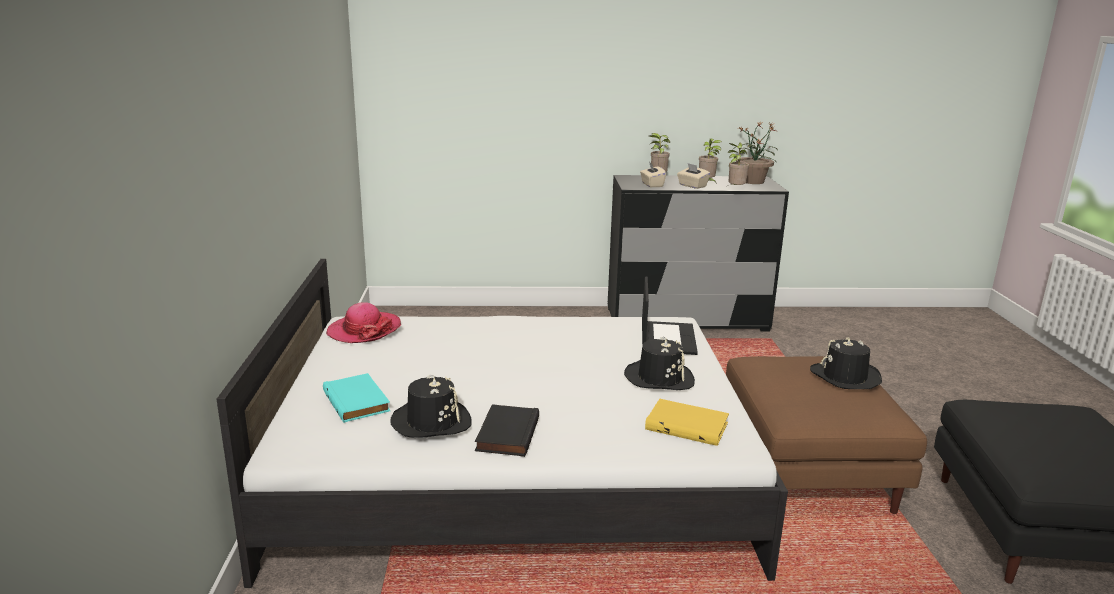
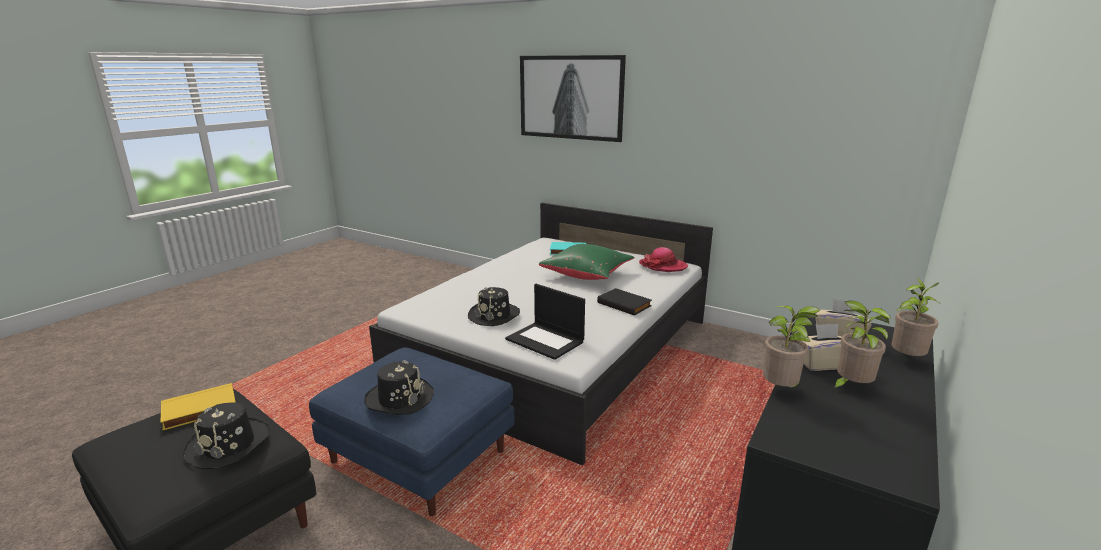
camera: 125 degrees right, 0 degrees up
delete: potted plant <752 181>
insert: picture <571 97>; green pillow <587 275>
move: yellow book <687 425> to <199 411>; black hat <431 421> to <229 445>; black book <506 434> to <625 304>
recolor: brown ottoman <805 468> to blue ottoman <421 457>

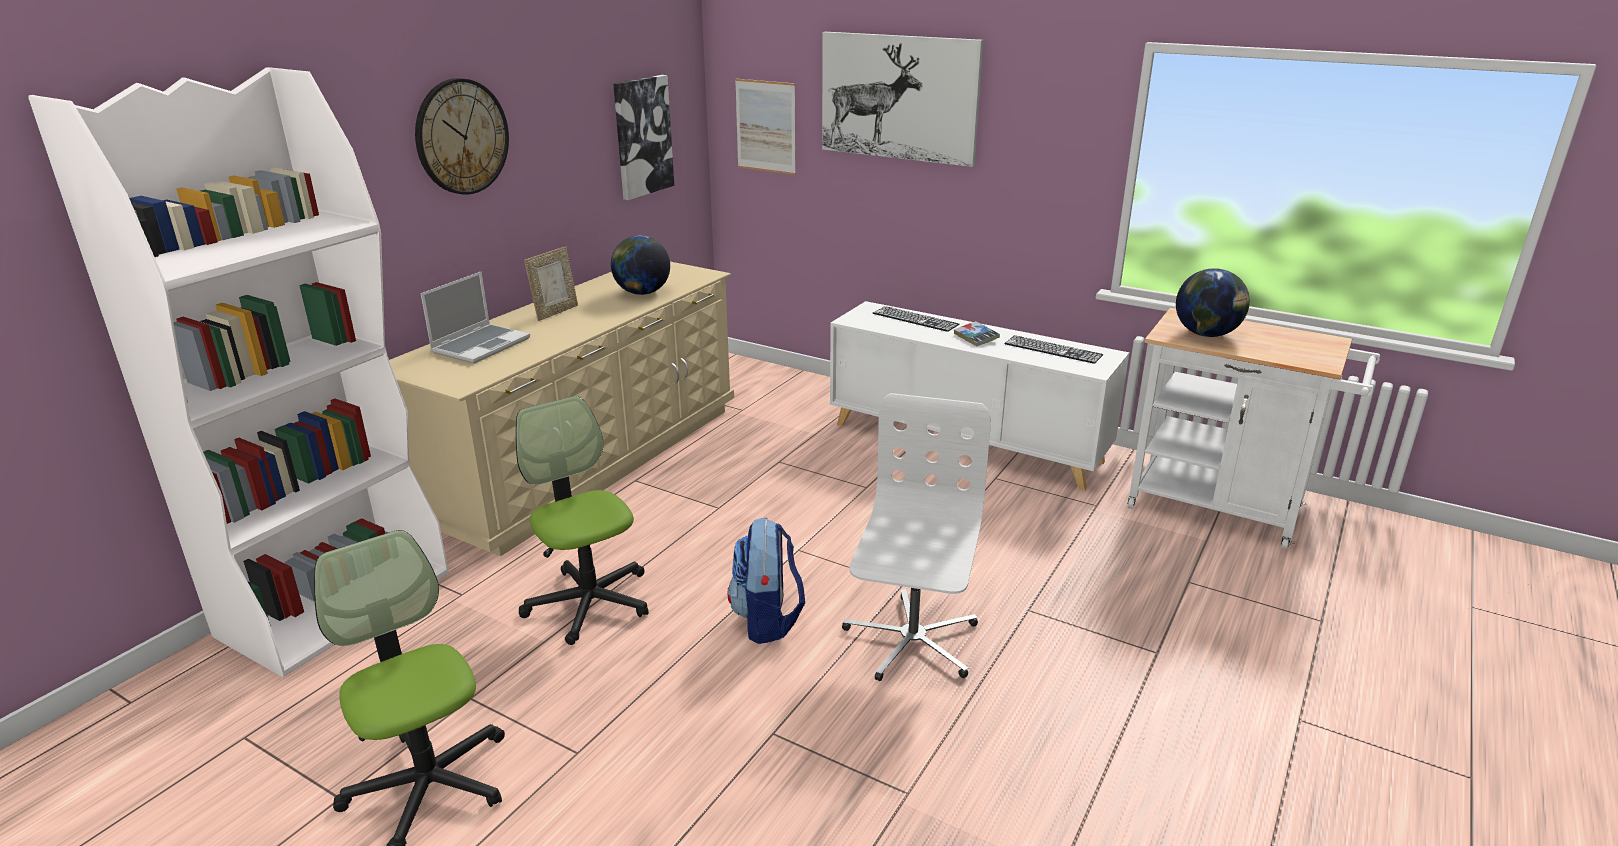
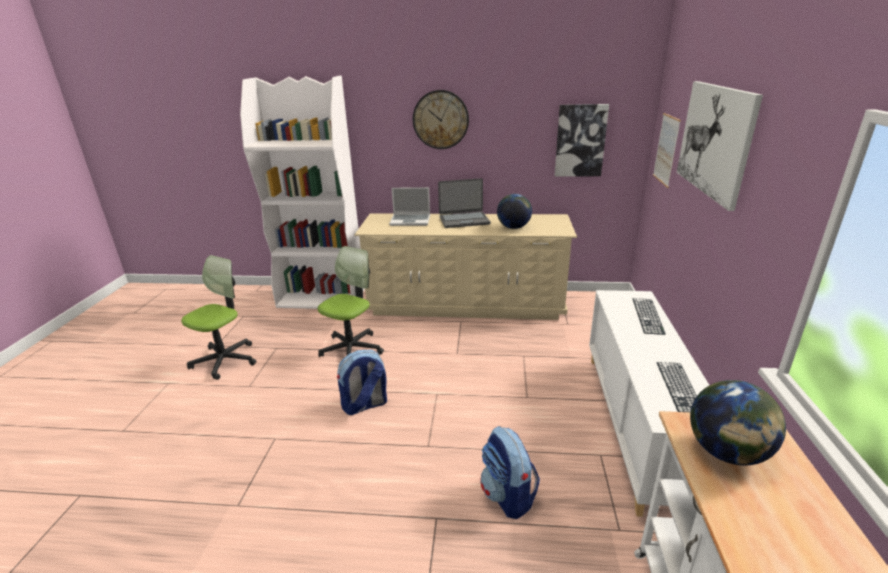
camera: 65 degrees right, 0 degrees up
delete: white office chair <911 640>; book <976 338>
insert: backpack <508 496>
replace: picture frame <555 312> to laptop <464 220>

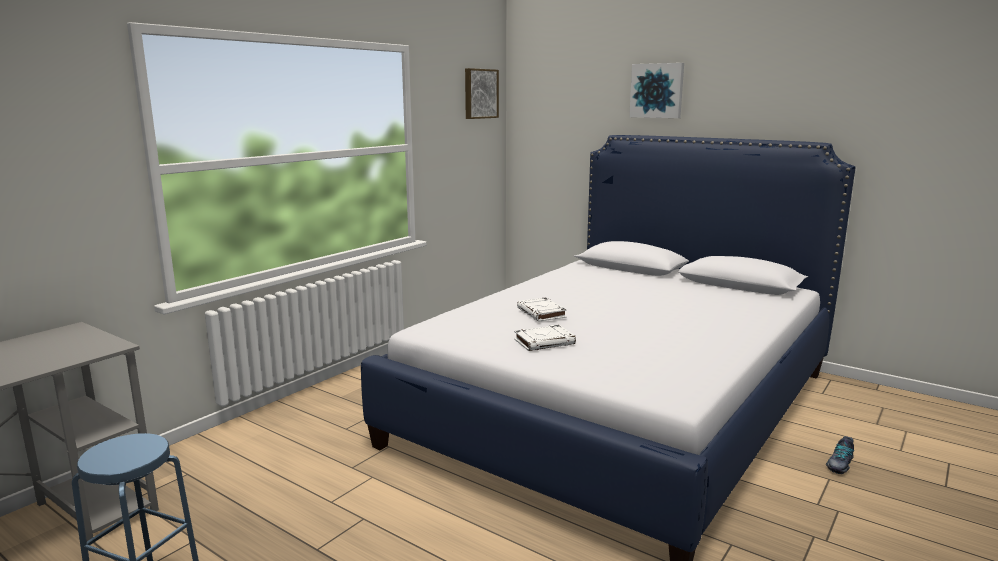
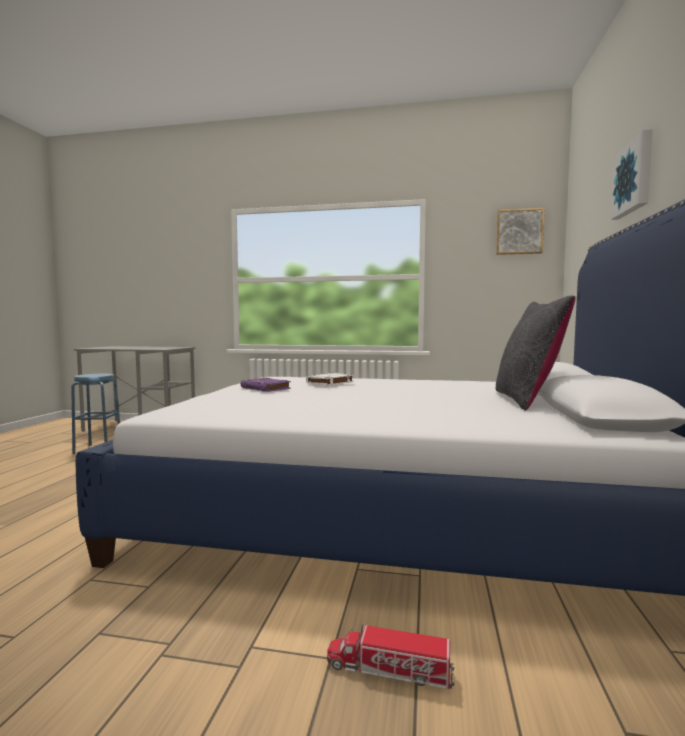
camera: 65 degrees right, 10 degrees down
insert: black pillow <527 400>
replace: shoe <839 464> to toy truck <389 670>
recolor: white book <545 342> to purple book <266 388>

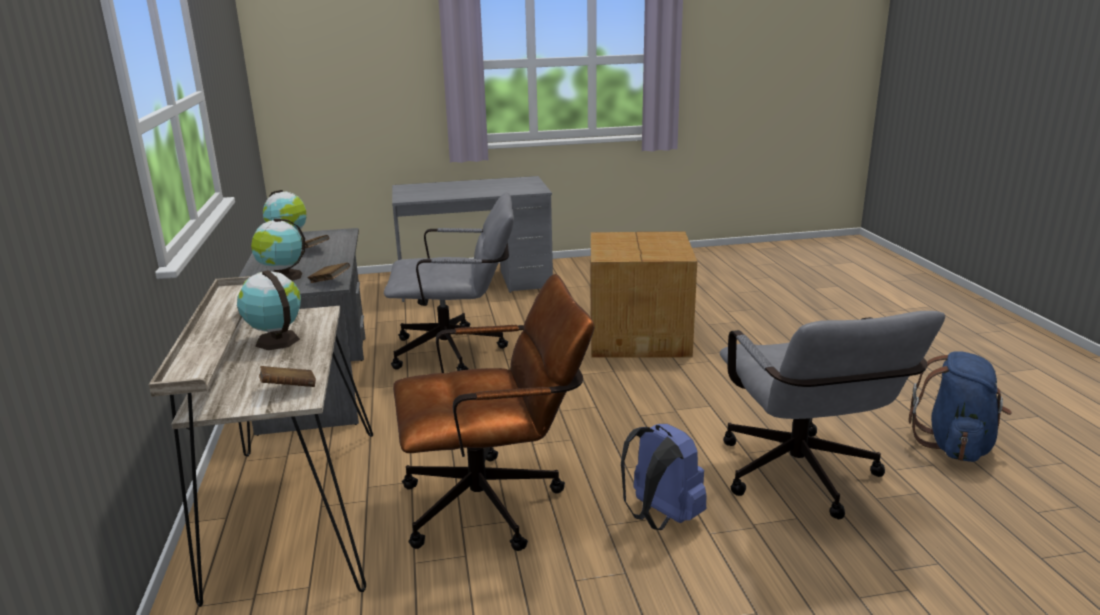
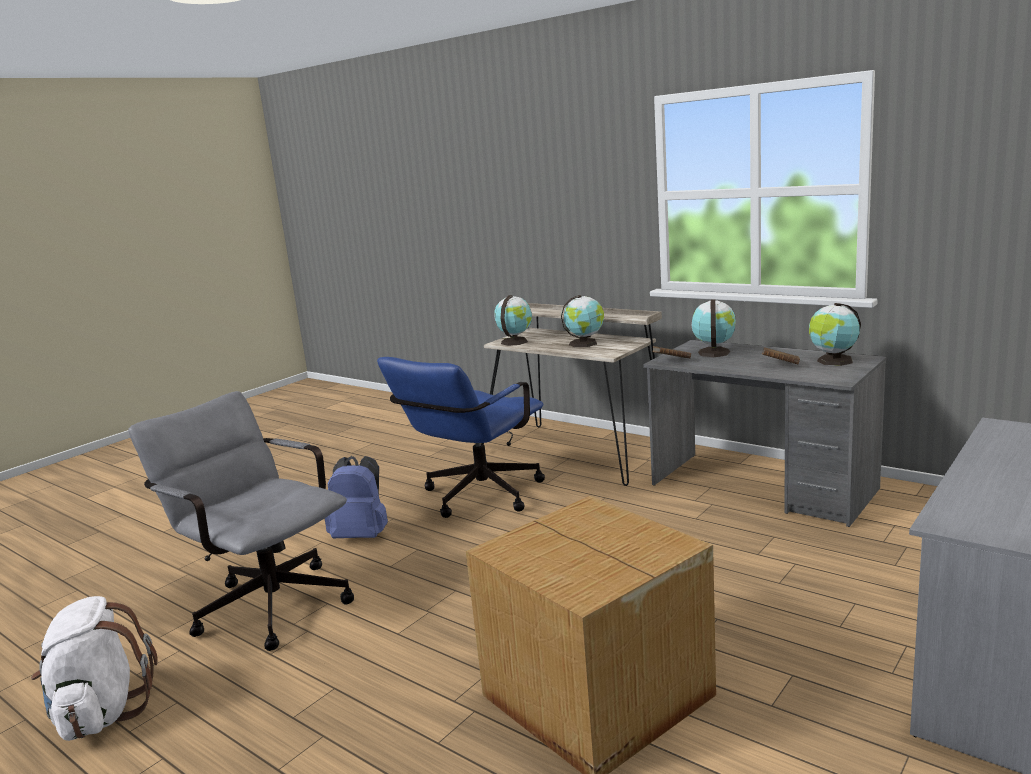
camera: 140 degrees right, 5 degrees down
delete: grey office chair <458 351>
replace: brown book <289 389> to globe <515 341>
recolor: blue backpack <955 445> to white backpack <102 713>; brown office chair <496 503> to blue office chair <475 498>

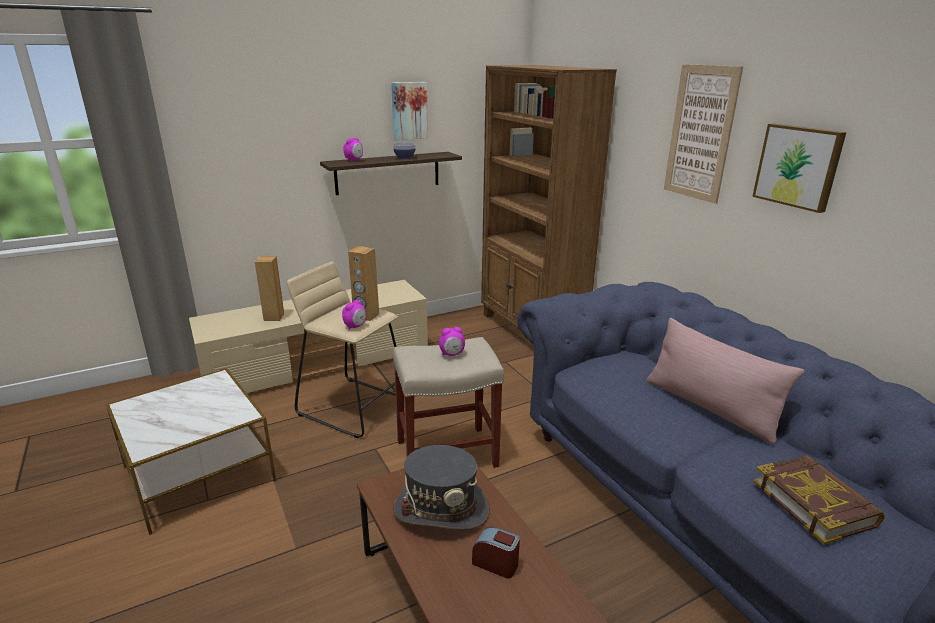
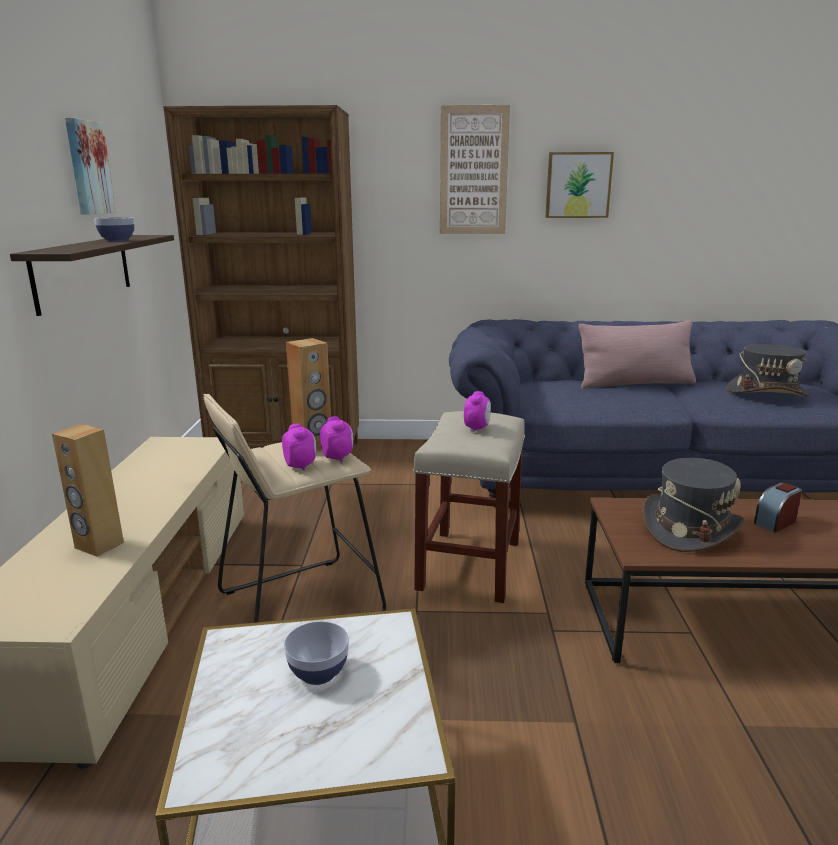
camera: 60 degrees left, 5 degrees down
insert: bowl <318 672>
move: alarm clock <354 160> to <301 465>
replace: book <814 503> to grey hat <766 392>

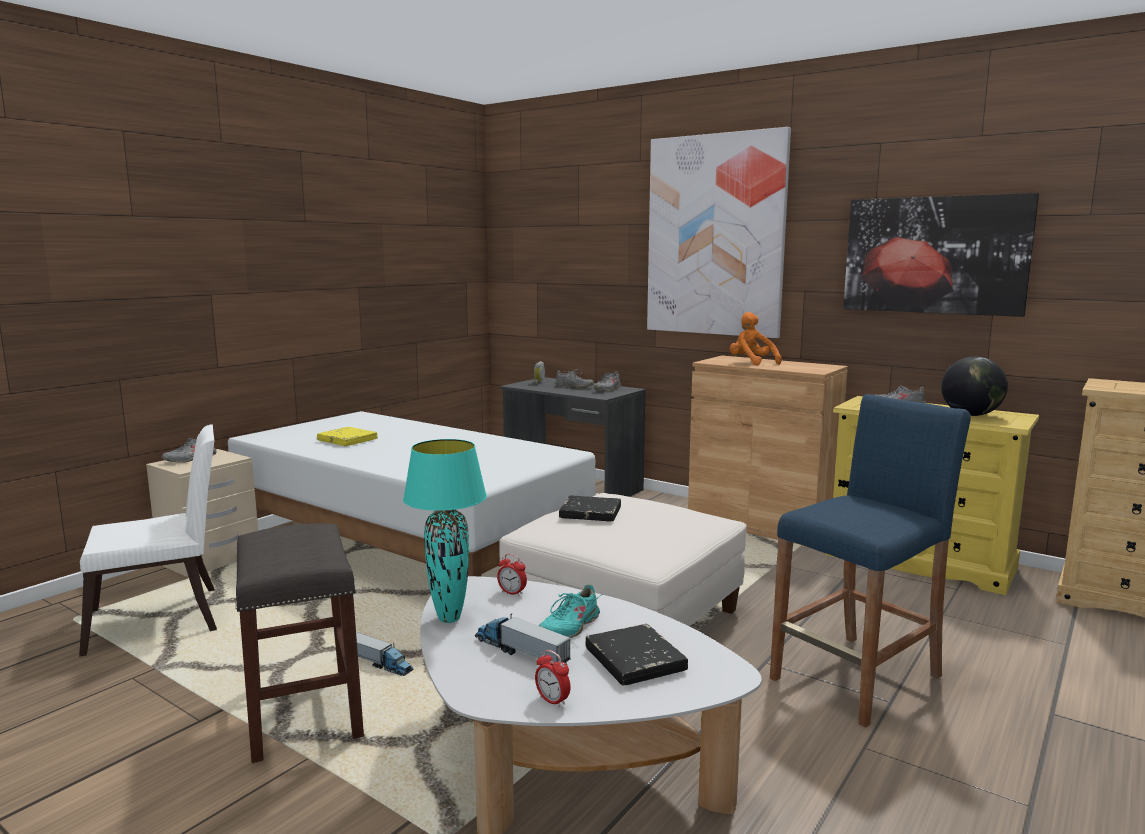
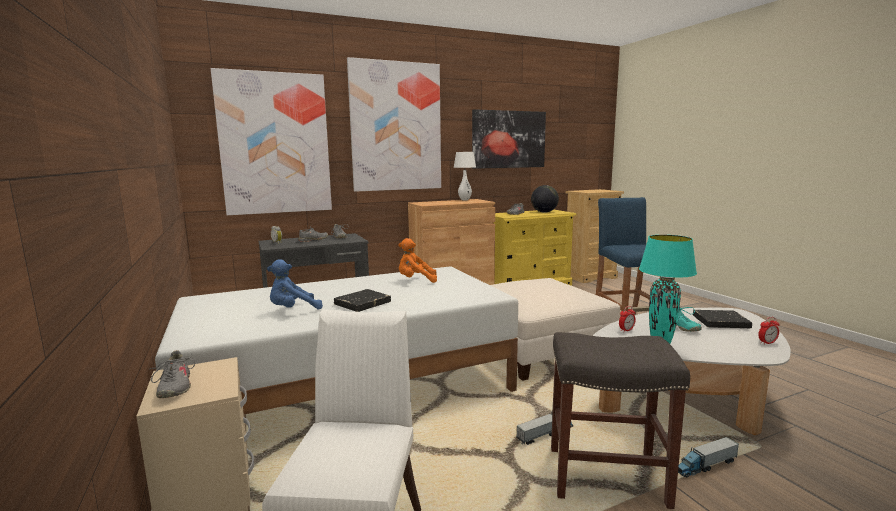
camera: 60 degrees left, 0 degrees up
insert: picture <275 144>; white table lamp <464 200>
move: black book <590 513> to <362 304>; orange plush toy <751 363> to <415 281>; toy truck <521 652> to <705 465>
replace: yellow book <347 440> to blue plush toy <293 310>

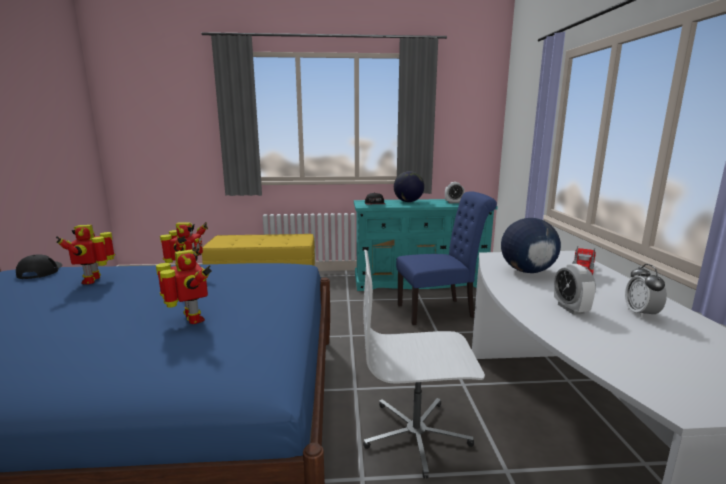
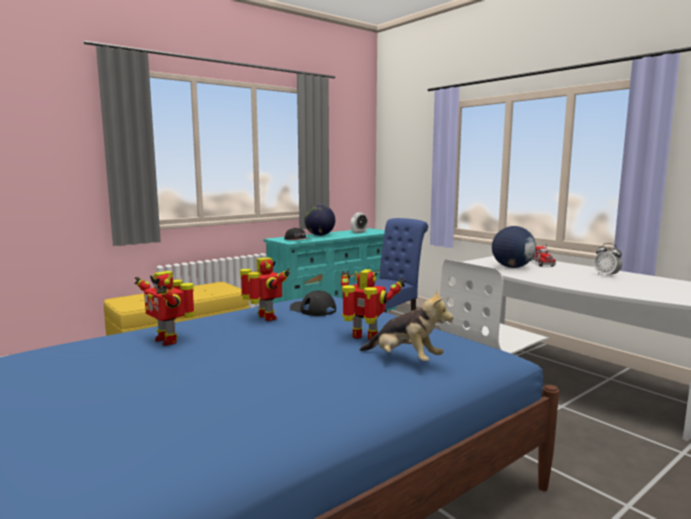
camera: 35 degrees left, 5 degrees down
delete: alarm clock <570 309>
insert: plush toy <404 360>
move: black cap <40 271> to <313 309>

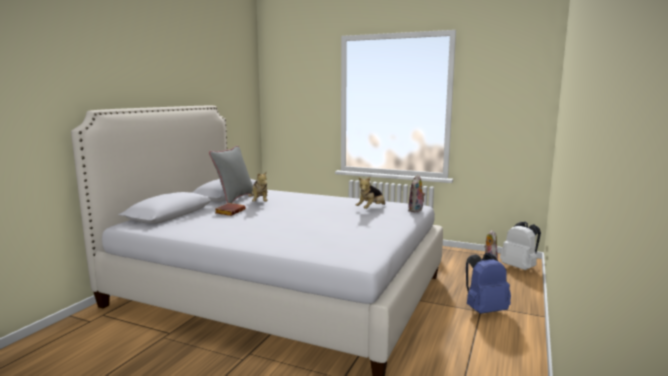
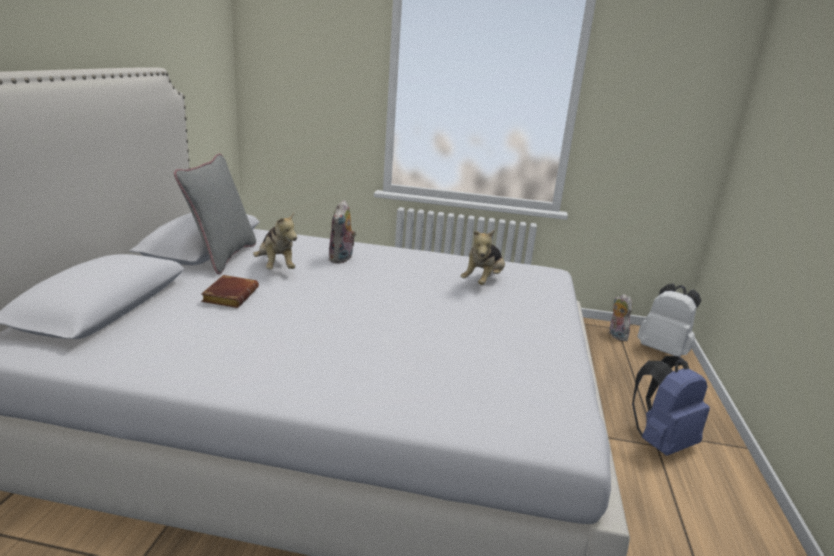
camera: 15 degrees left, 10 degrees up
move: plush toy <416 210> to <342 259>

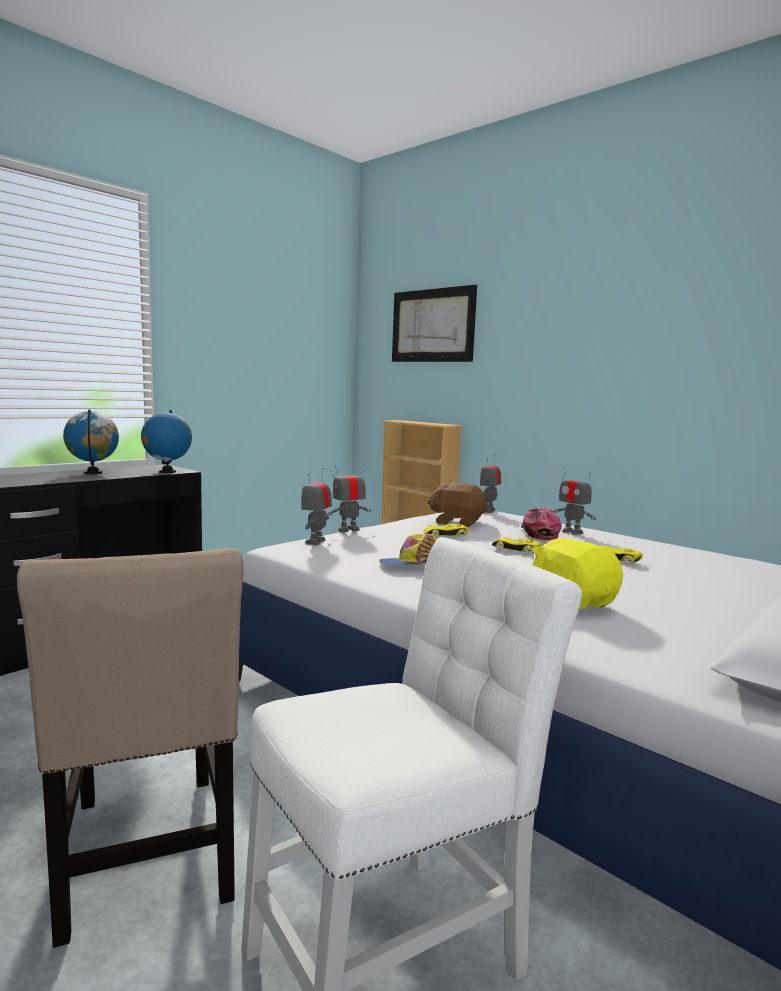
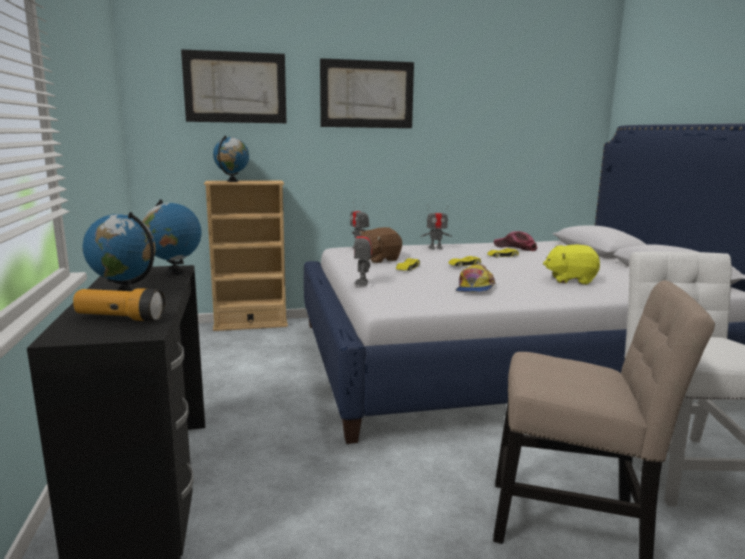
camera: 55 degrees left, 5 degrees up
delete: toy robot <315 542>
insert: flashlight <120 318>; globe <232 181>; picture <367 94>
move: cap <538 532> to <515 247>

